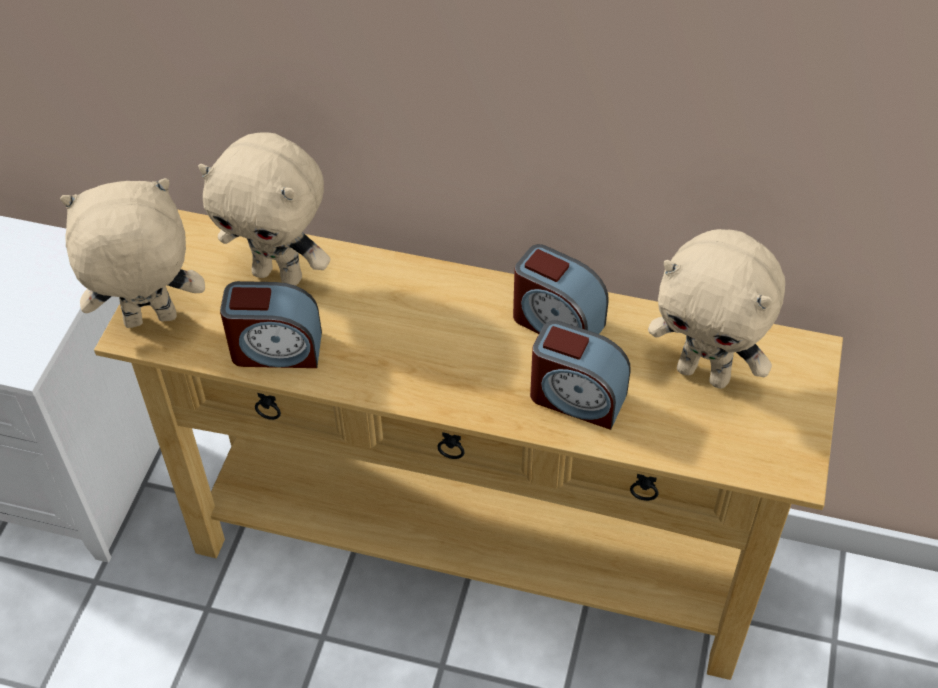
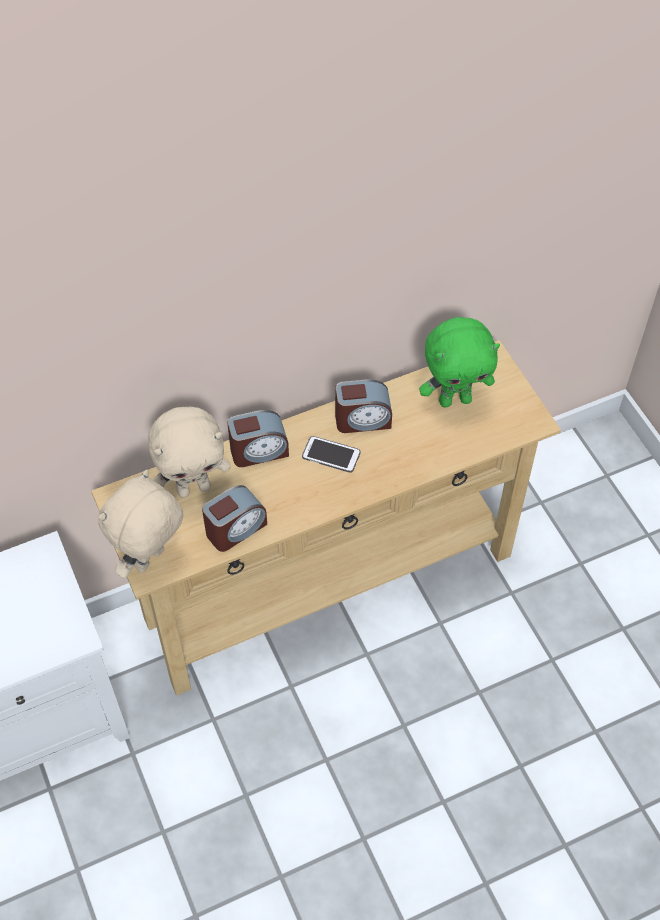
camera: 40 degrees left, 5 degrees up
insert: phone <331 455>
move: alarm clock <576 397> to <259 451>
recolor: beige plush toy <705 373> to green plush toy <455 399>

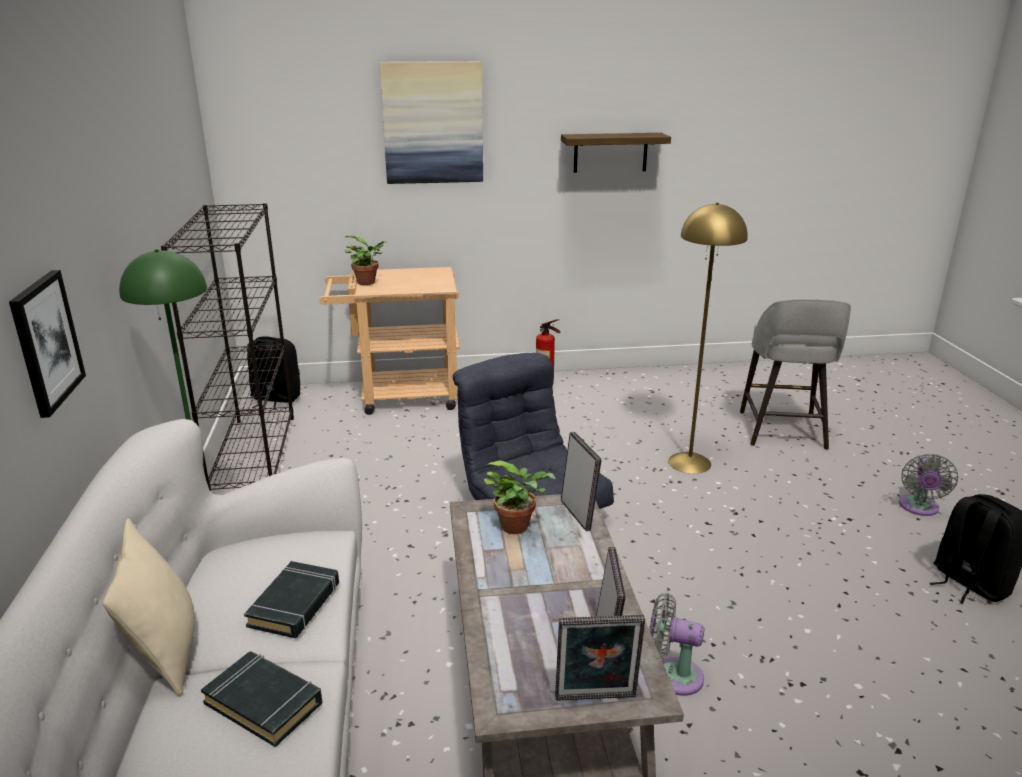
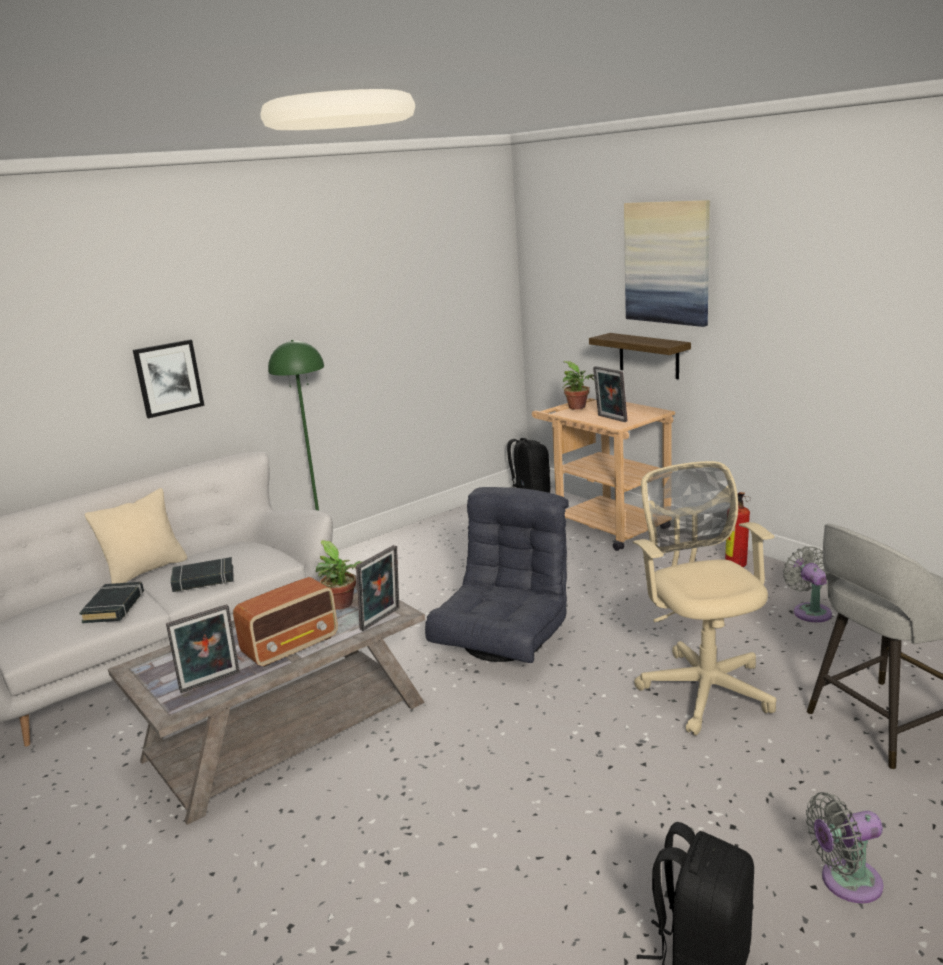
camera: 60 degrees right, 5 degrees down
delete: black bookcase <254 454>
insert: radio <292 646>
move: shelf <610 152> to <648 355>; picture frame <596 700> to <610 419>; grey fan <672 675> to <810 611>
replace: yellow floor lamp <689 462> to beige office chair <704 687>

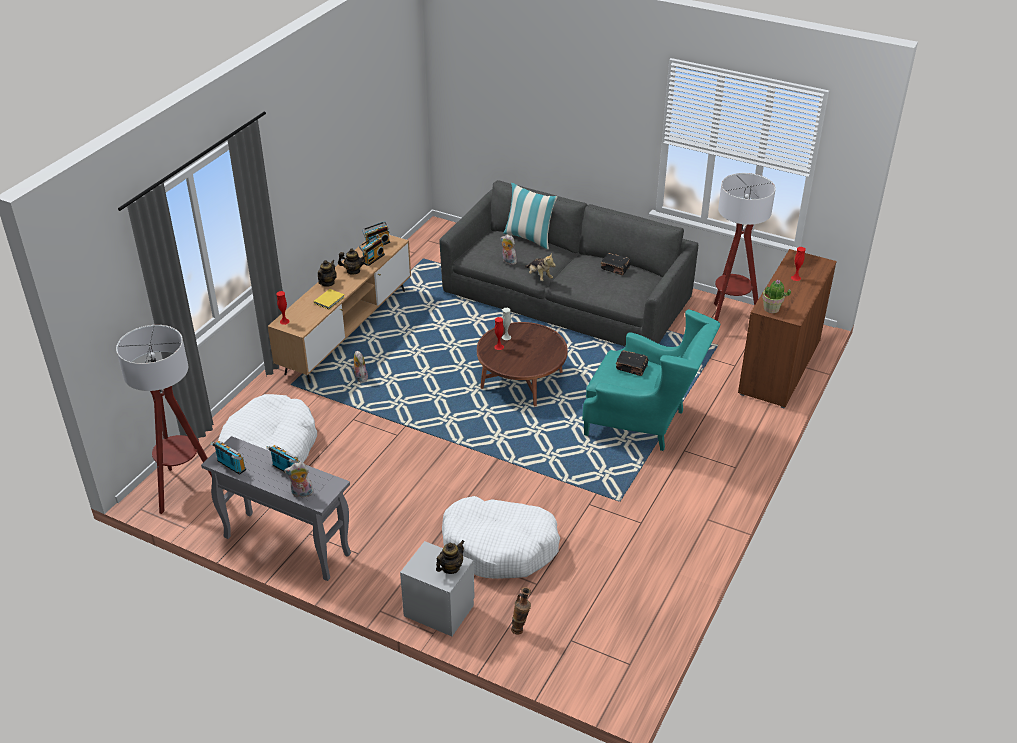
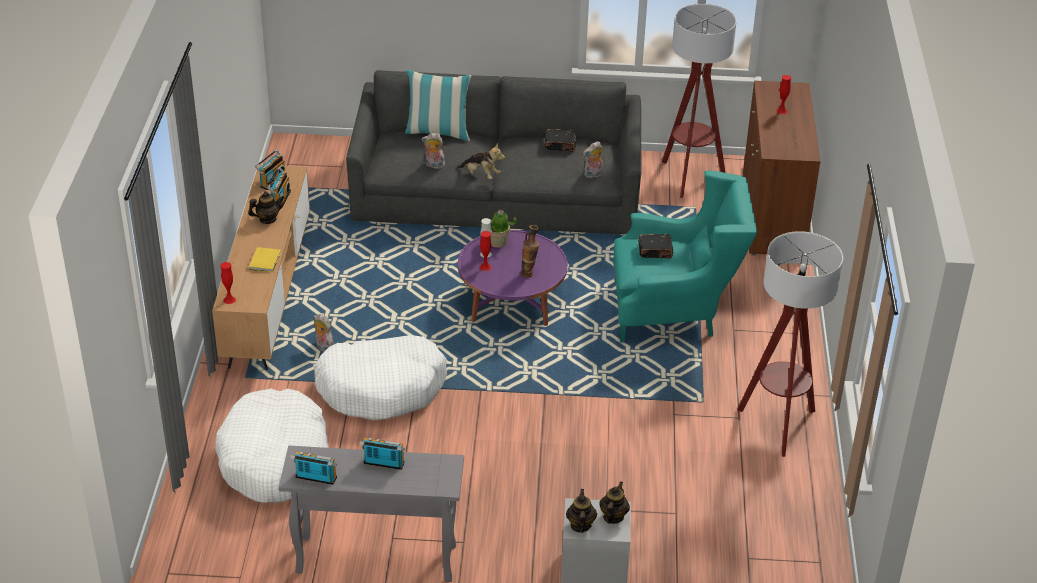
camera: 25 degrees left, 0 degrees up
move: white dog bed <499 547> to <382 388>; potted plant <771 308> to <498 242>; vase <520 629> to <529 273>; teapot <327 283> to <580 525>; plush toy <301 494> to <593 175>; floor lamp <184 489> to <778 425>
recolor: brown coffee table <521 380> to purple coffee table <511 301>

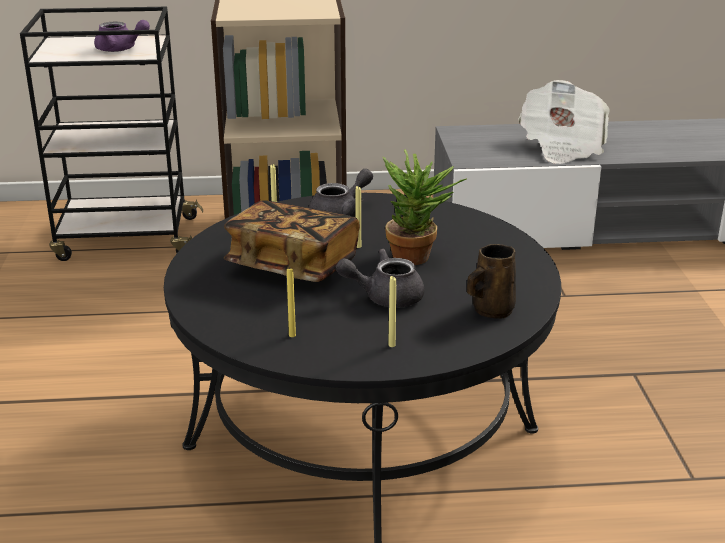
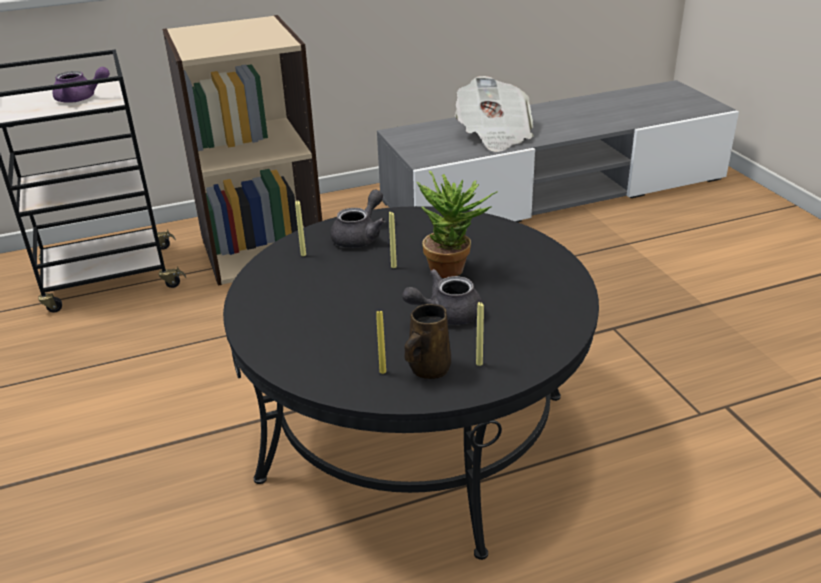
camera: 15 degrees left, 5 degrees up
delete: book <293 265>
move: brown mug <491 310> to <428 369>

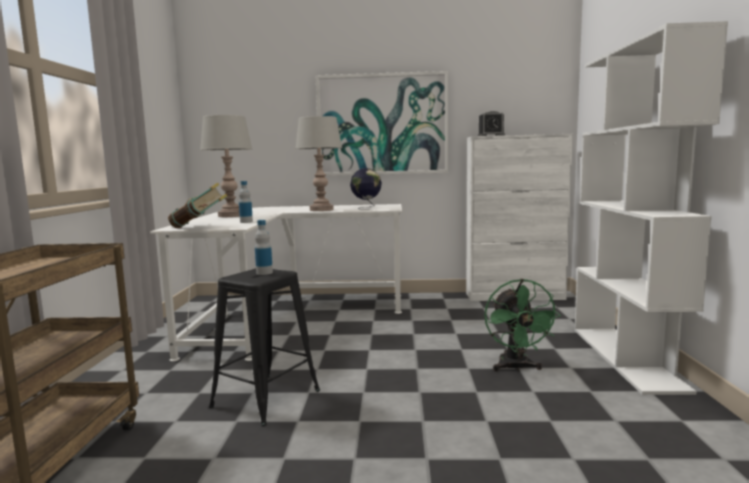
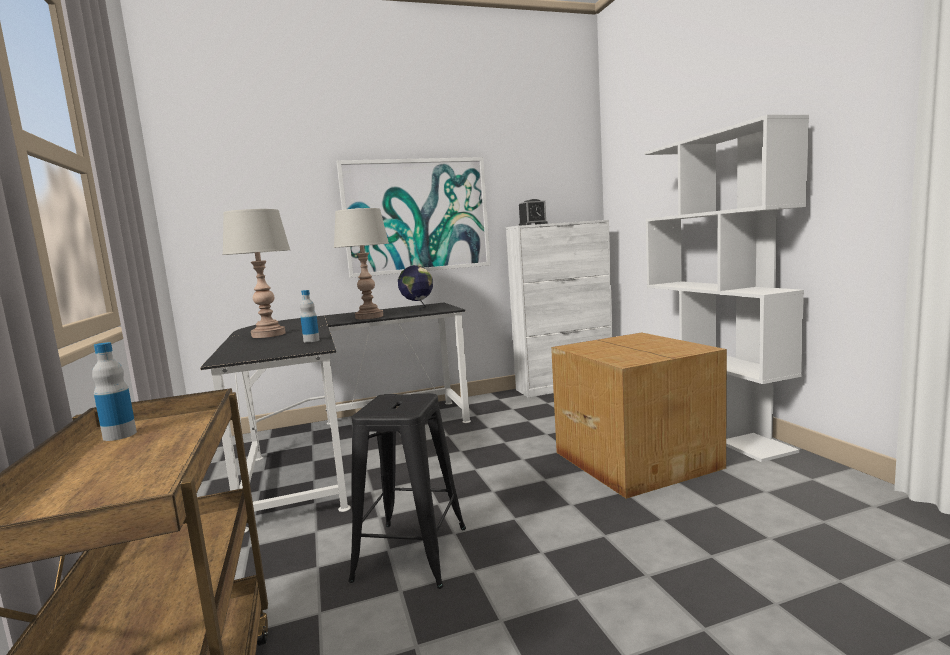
camera: 20 degrees left, 0 degrees up
delete: book <199 227>
move: bottle <264 273> to <120 435>
replace: green fan <516 368> to cardboard box <636 459>
recolor: white desk <289 315> to black desk <344 446>

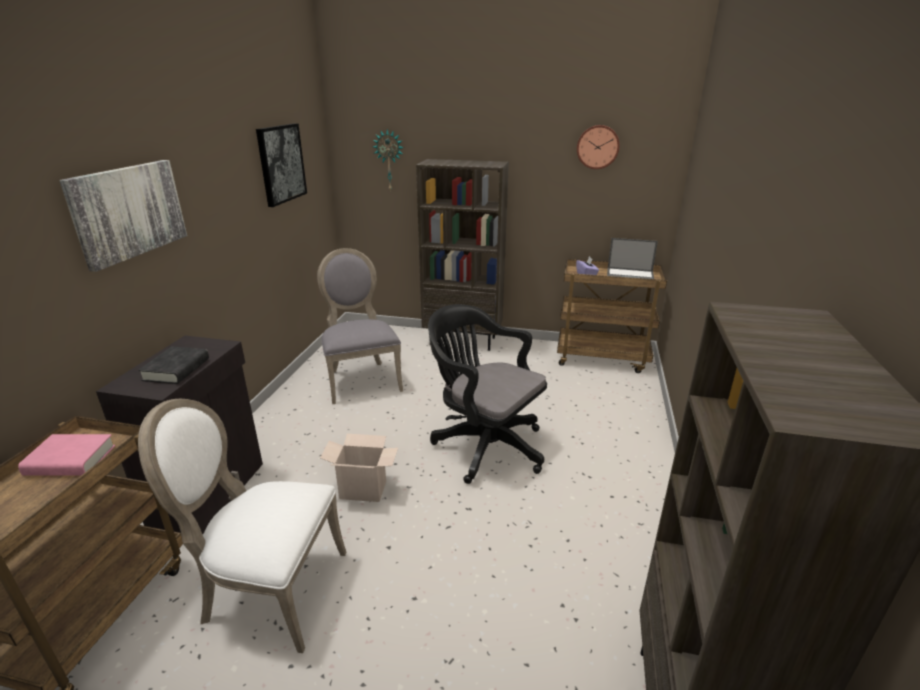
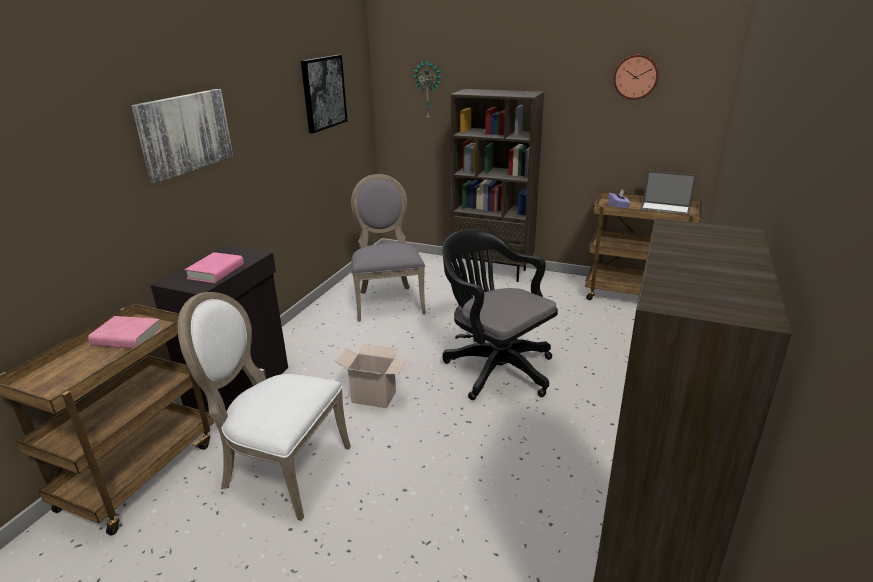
camera: 10 degrees right, 0 degrees up
recolor: black book <176 370> to pink book <216 272>

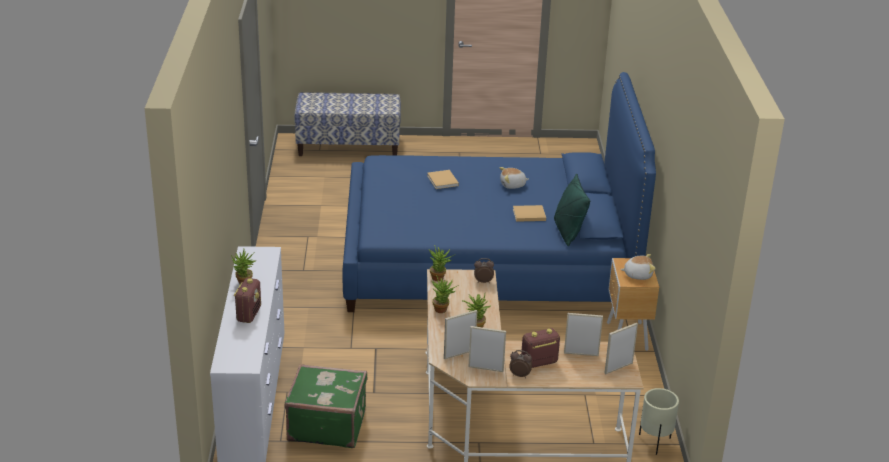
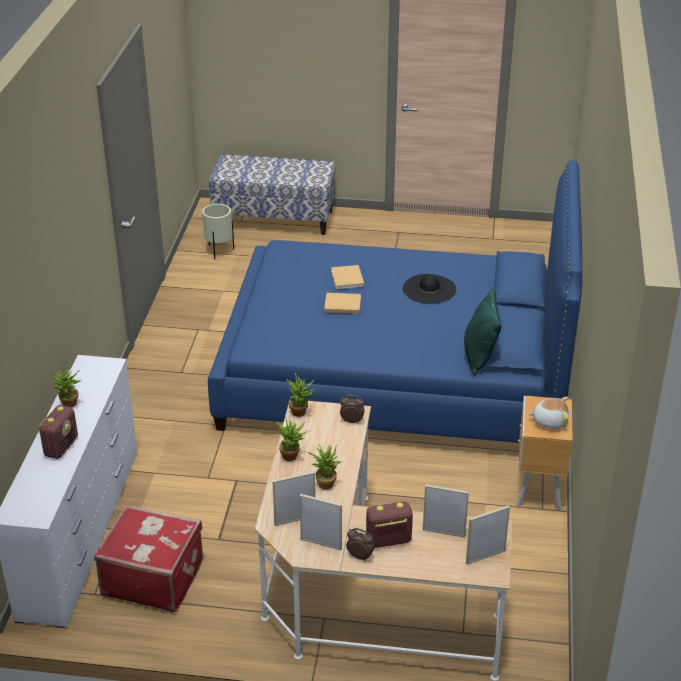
camera: 10 degrees right, 5 degrees up
move: beige planter <655 443> to <219 251>; beige book <528 214> to <341 304>
replace: plush toy <513 185> to black hat <429 289>
recolor: green suitcase <327 425> to red suitcase <153 577>

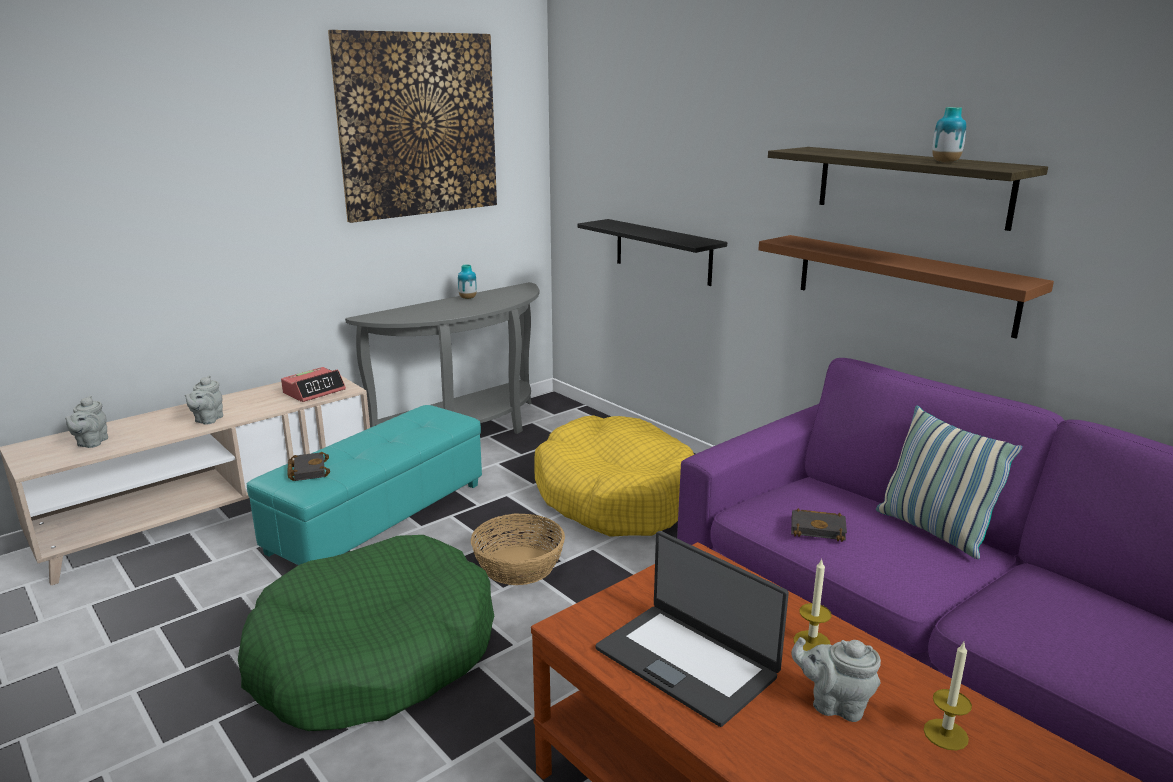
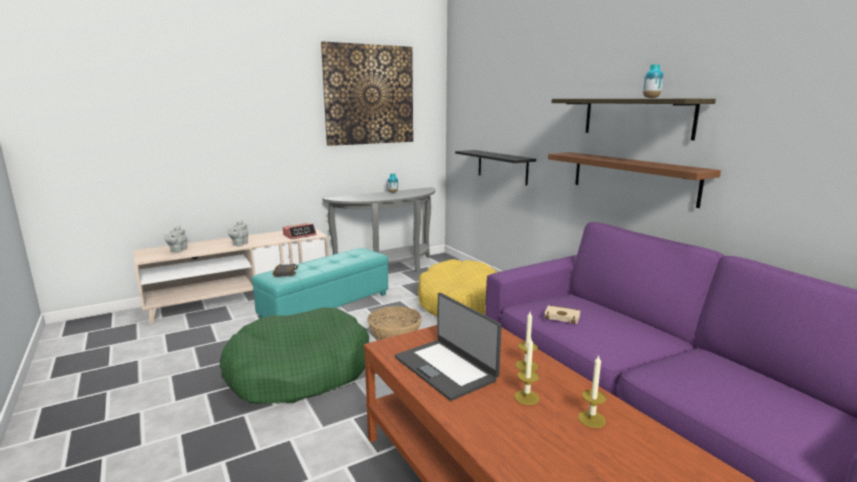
camera: 10 degrees right, 5 degrees down
delete: pillow <933 530>
replace: grey teapot <835 704> to candle <526 397>
recolor: black book <819 529> to beige book <563 317>

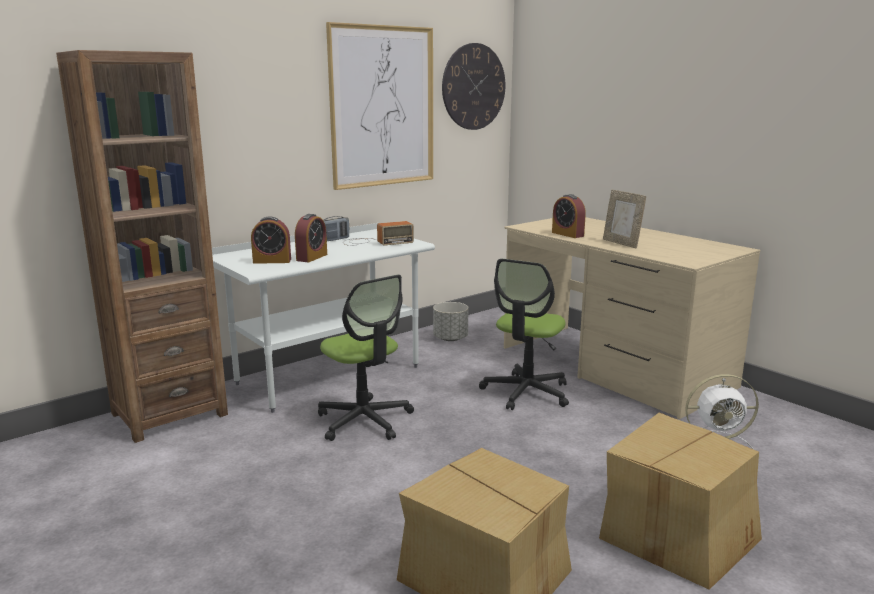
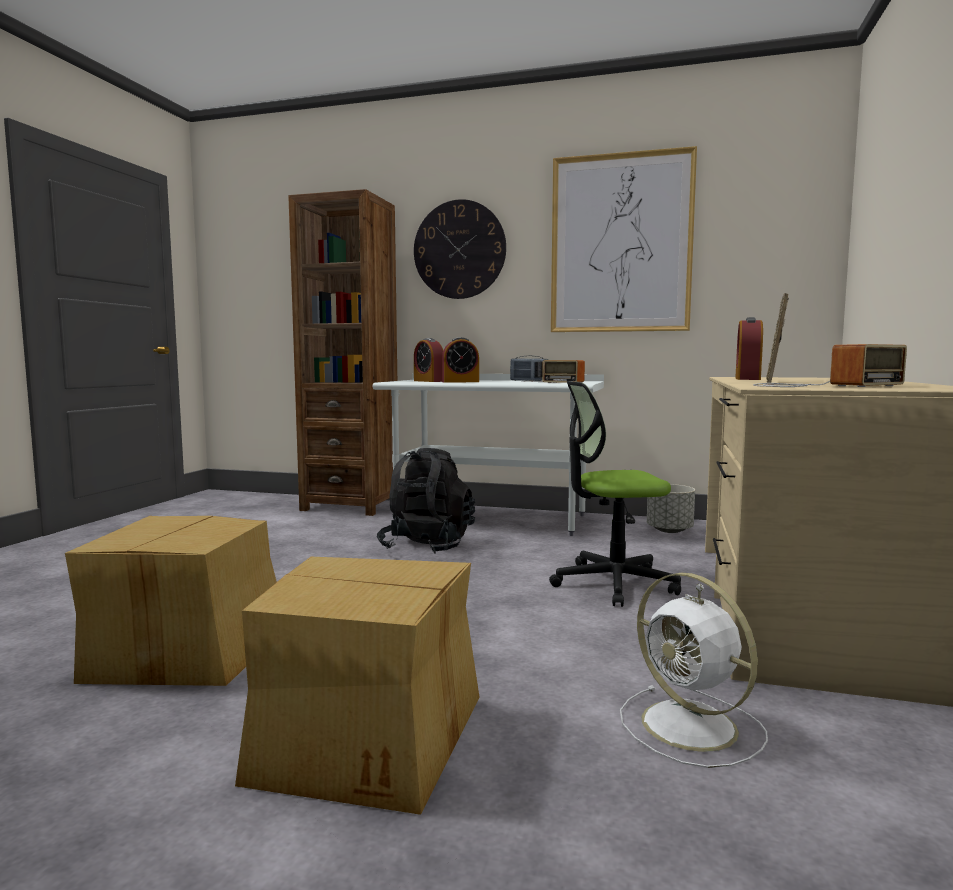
camera: 55 degrees right, 10 degrees down
insert: radio <820 385>
move: wall clock <473 87> to <459 250>
replace: office chair <364 420> to black backpack <427 546>

